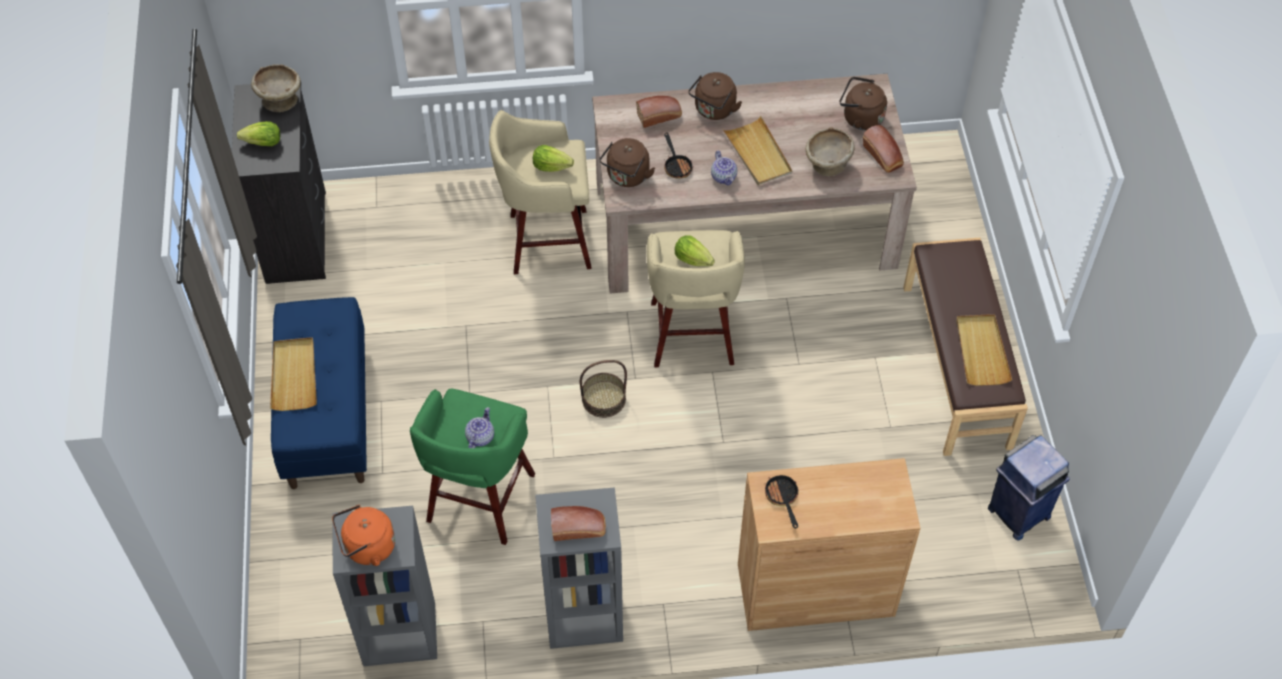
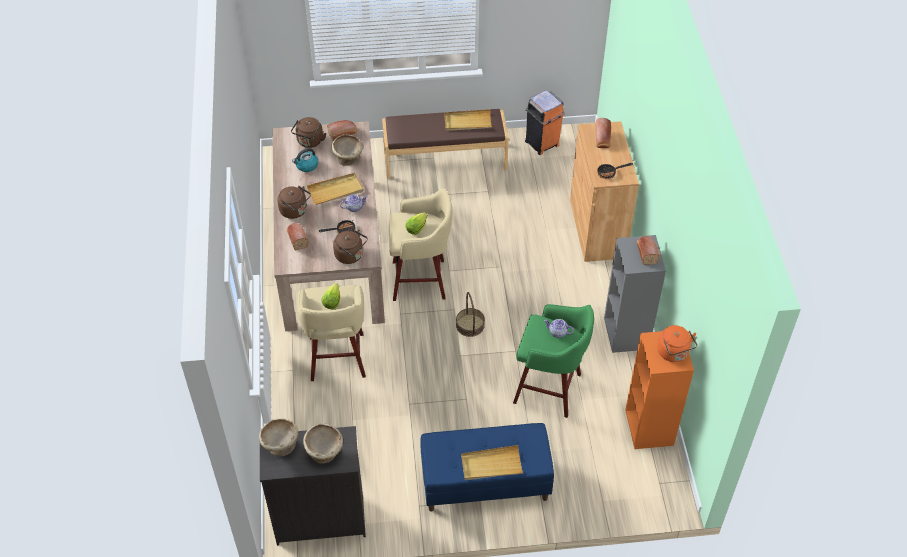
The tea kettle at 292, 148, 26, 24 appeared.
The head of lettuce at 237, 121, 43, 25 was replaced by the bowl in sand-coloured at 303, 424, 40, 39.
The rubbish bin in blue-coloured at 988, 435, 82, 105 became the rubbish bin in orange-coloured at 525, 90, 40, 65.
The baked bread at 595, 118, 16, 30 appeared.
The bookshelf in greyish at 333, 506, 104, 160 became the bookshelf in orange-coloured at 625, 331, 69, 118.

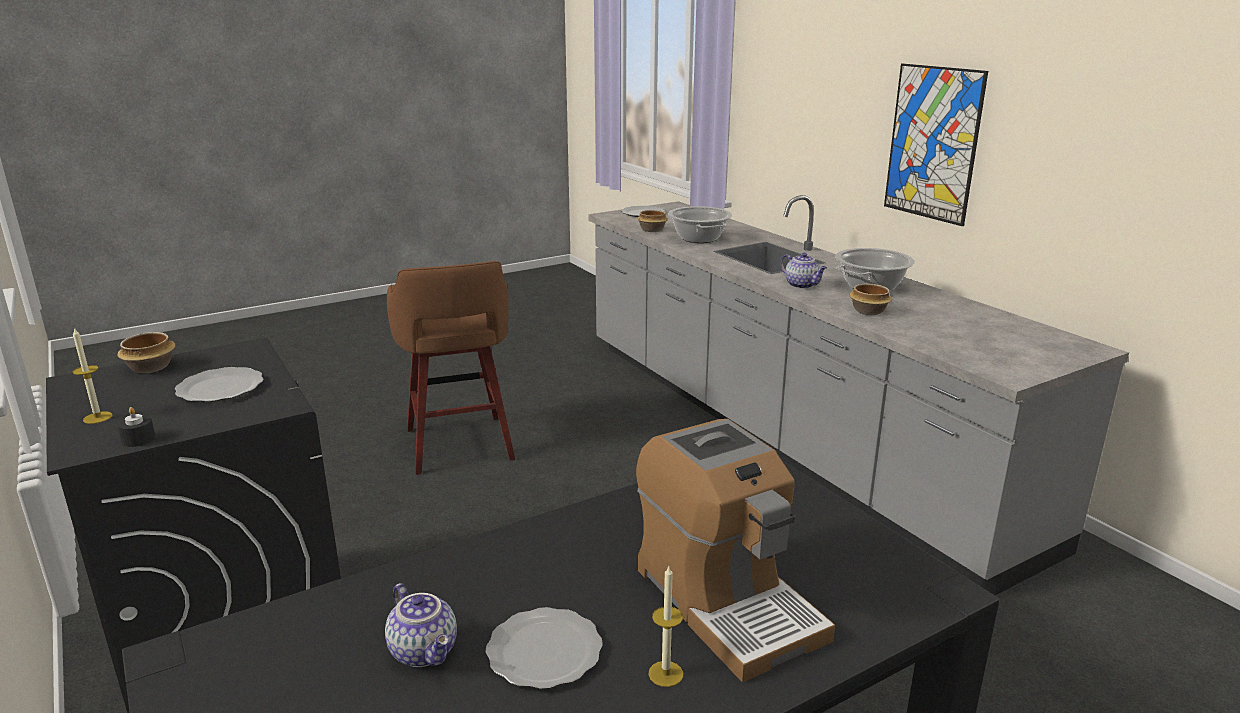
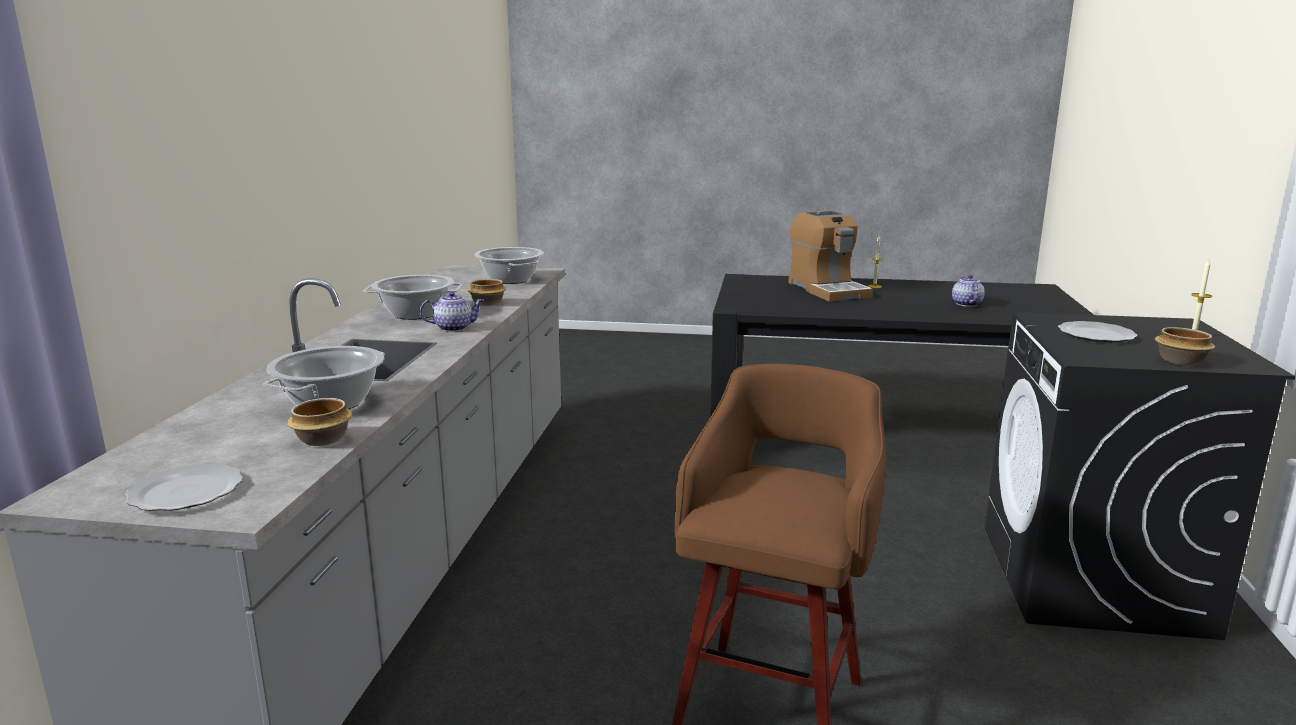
The tea pot at 780, 253, 47, 36 turned 75 degrees clockwise.
The saucepot at 474, 247, 70, 37 appeared.
The coffee maker at 636, 419, 199, 263 turned 150 degrees clockwise.
The candle in blackish at 117, 407, 39, 40 disappeared.
The dinner plate at 486, 607, 117, 82 disappeared.
The wall art at 884, 63, 104, 163 disappeared.

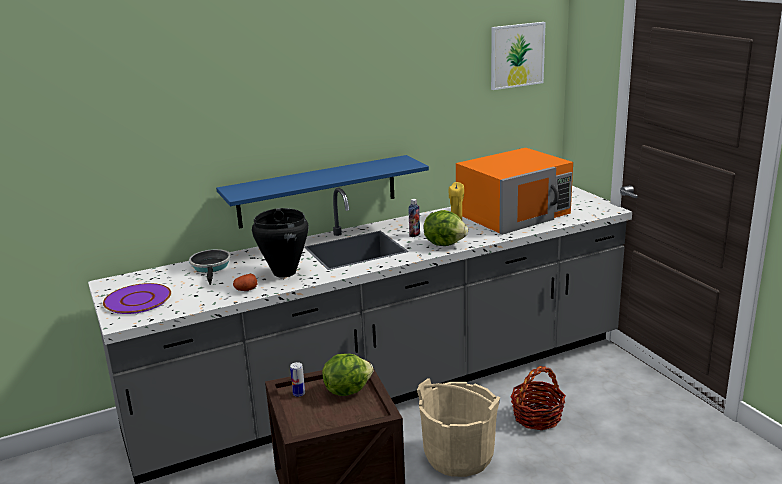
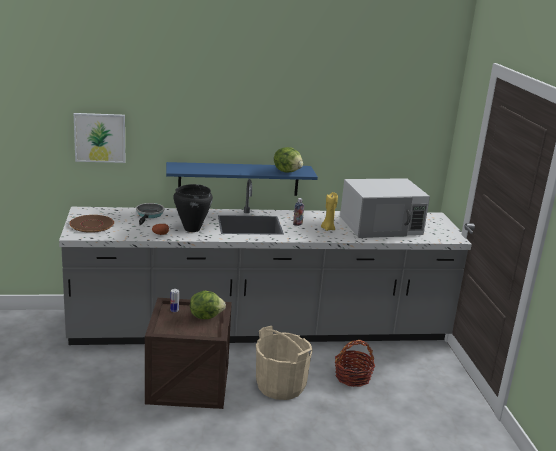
The dinner plate in purplish at 103, 283, 68, 31 became the dinner plate in brown-coloured at 69, 215, 45, 18.
The wall art moved from 491, 22, 55, 68 to 74, 113, 51, 50.
The head of lettuce moved from 424, 210, 44, 36 to 274, 147, 29, 26.
The kitchen microwave in orange-coloured at 456, 148, 117, 87 became the kitchen microwave in white at 340, 178, 90, 60.

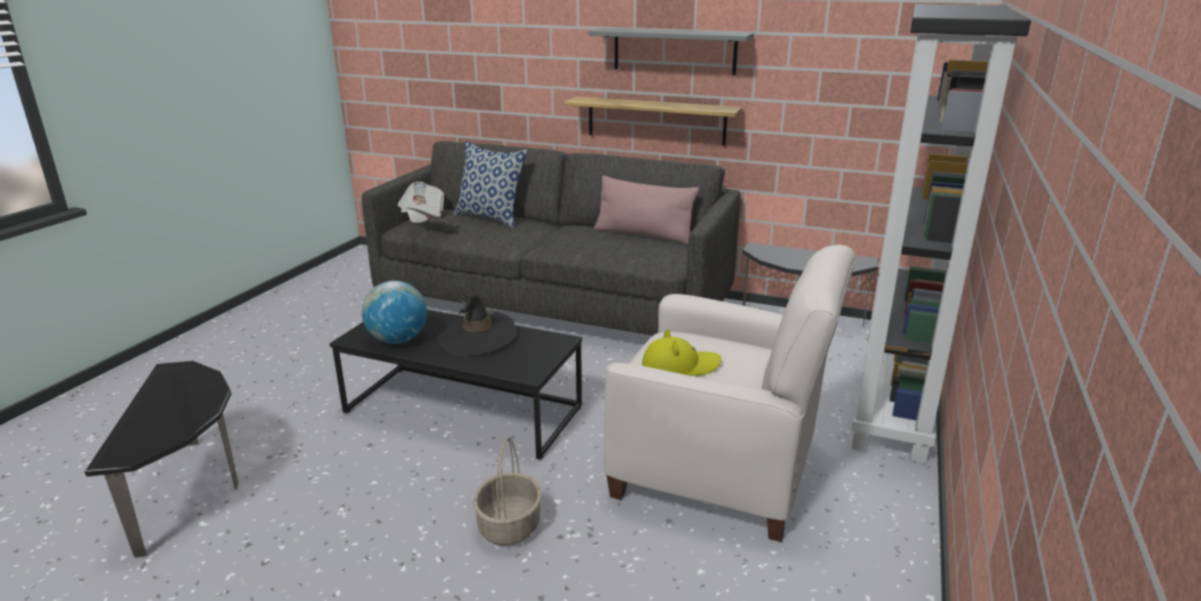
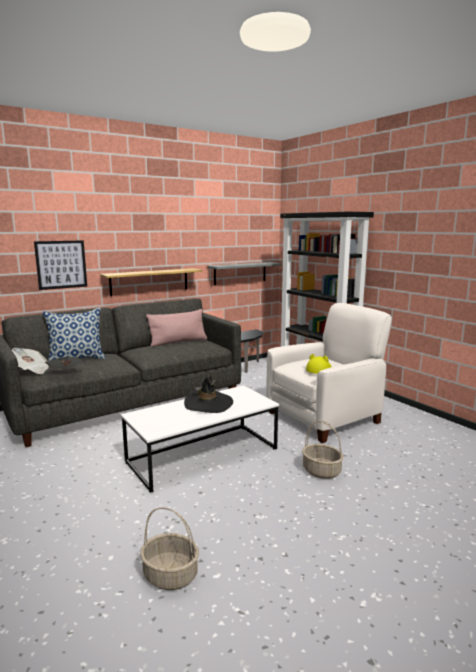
The wall art at 34, 240, 53, 50 appeared.
The coffee table in blackish at 330, 310, 252, 150 became the coffee table in white at 121, 385, 158, 107.
The end table at 85, 361, 154, 197 was replaced by the basket at 140, 507, 59, 83.
The wall shelf in greyish moved from 588, 28, 166, 47 to 207, 262, 74, 23.
The world globe at 362, 281, 65, 63 disappeared.

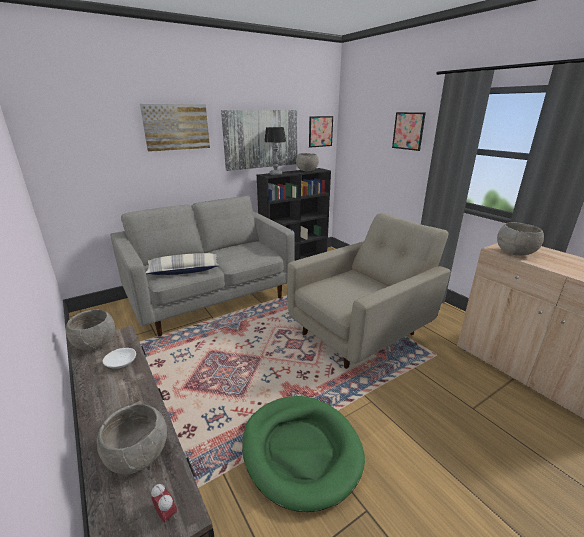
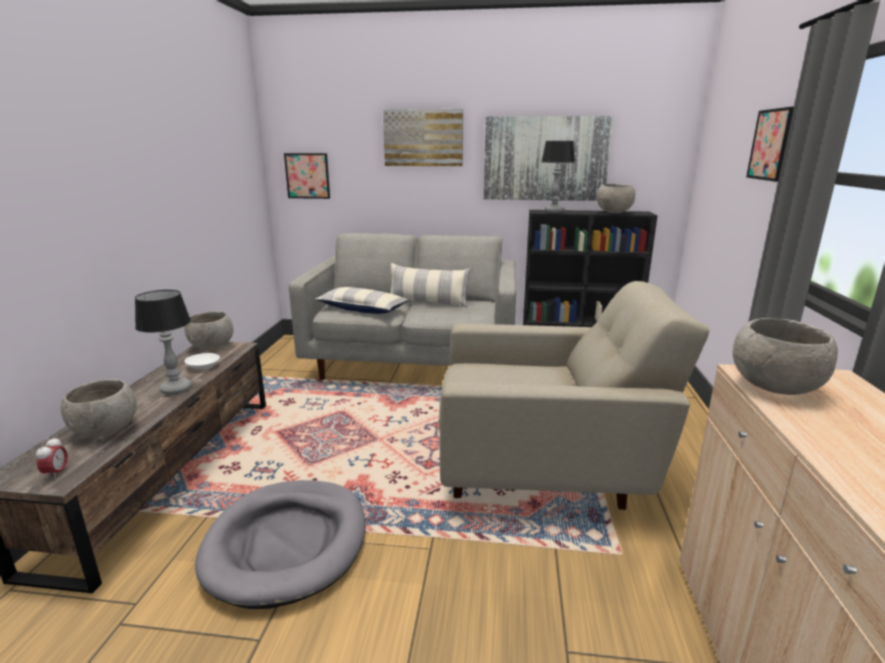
The table lamp at 135, 290, 57, 105 appeared.
The dog bed in green at 242, 396, 123, 116 became the dog bed in greyish at 195, 480, 171, 129.
The wall art moved from 309, 116, 24, 32 to 284, 153, 46, 46.
The throw pillow at 390, 263, 80, 44 appeared.

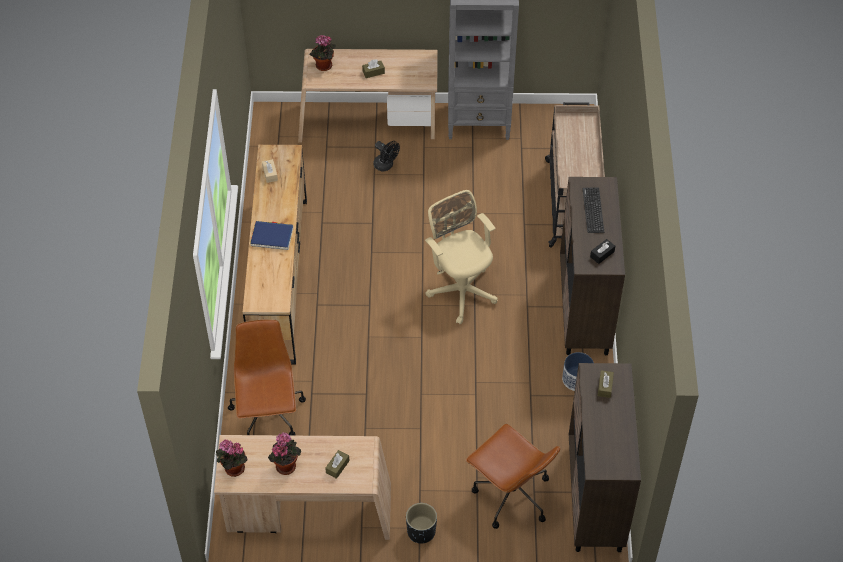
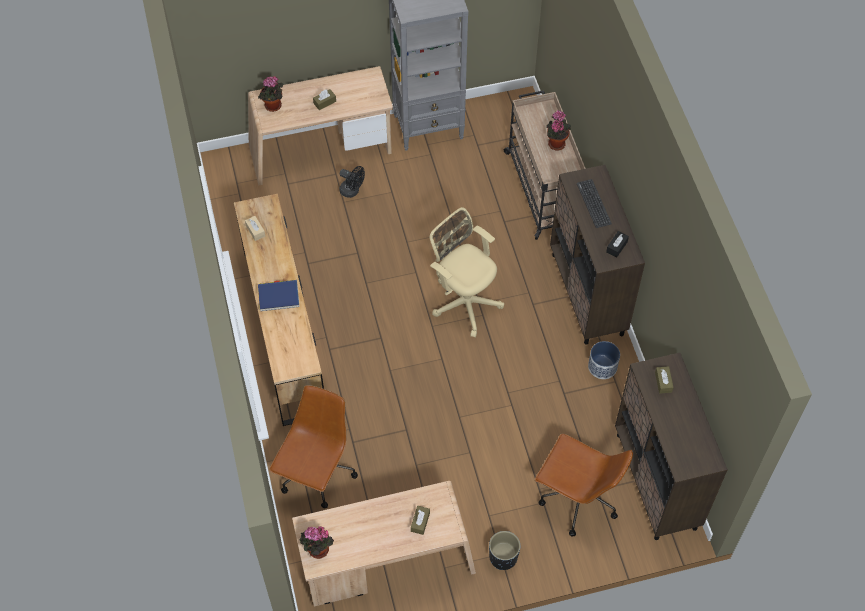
The office chair in brown-coloured at 228, 319, 78, 117 turned 45 degrees clockwise.
The houseplant moved from 268, 432, 33, 43 to 546, 110, 25, 41.

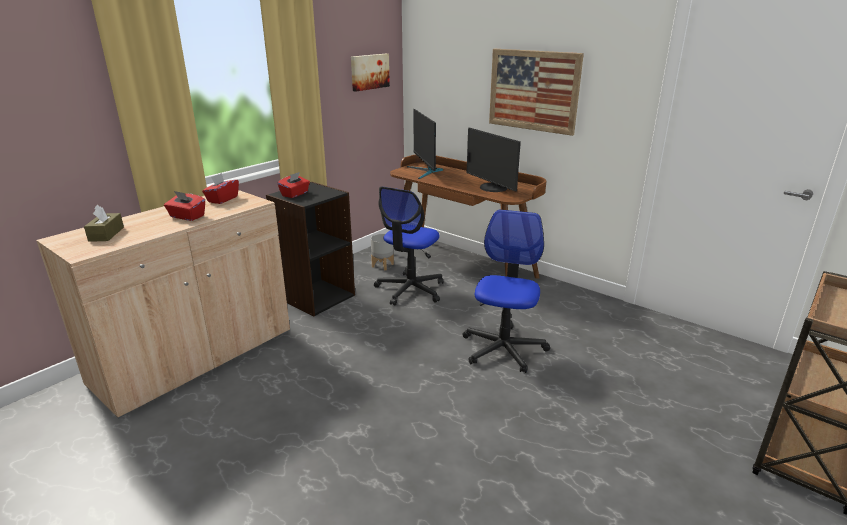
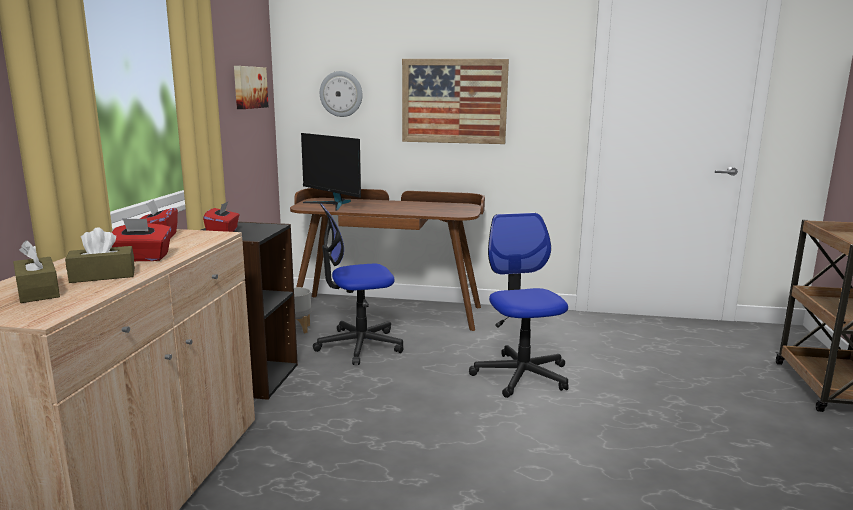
The box of tissues in brown-coloured at 65, 227, 70, 56 appeared.
The office chair at 374, 186, 70, 119 turned 75 degrees clockwise.
The hanging clock at 320, 71, 42, 46 appeared.
The monitor at 467, 128, 54, 64 disappeared.

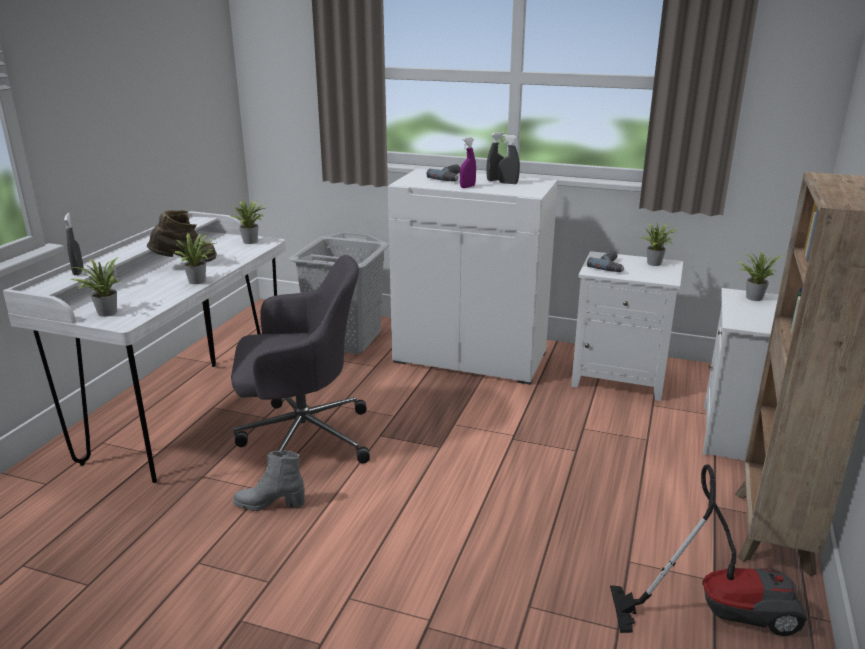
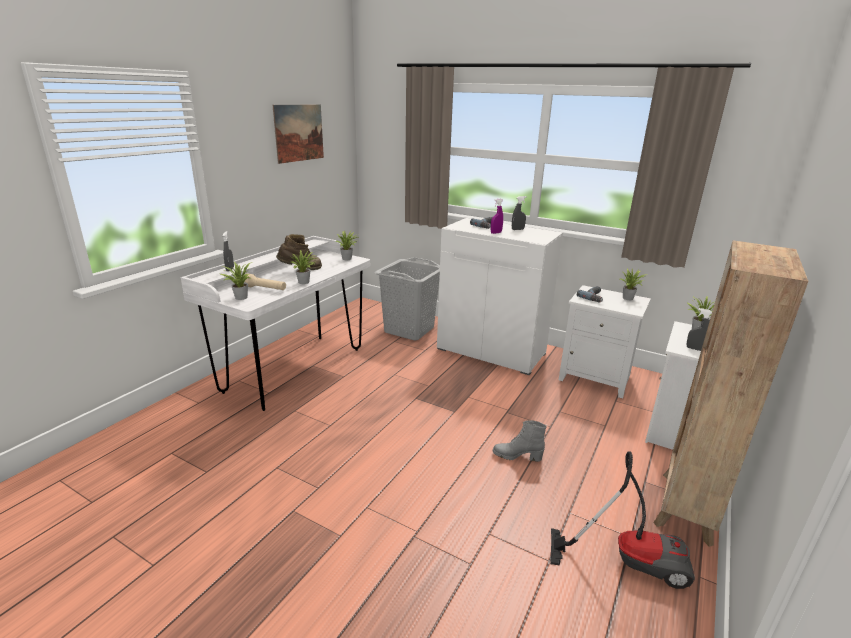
The flashlight in sand-coloured at 244, 273, 42, 17 appeared.
The wall art at 273, 105, 51, 59 appeared.
The boot in greyish moved from 233, 450, 72, 61 to 493, 420, 54, 42.
The spray bottle in greyish moved from 499, 134, 21, 50 to 687, 308, 25, 43.
The office chair in greyish at 231, 255, 139, 208 disappeared.

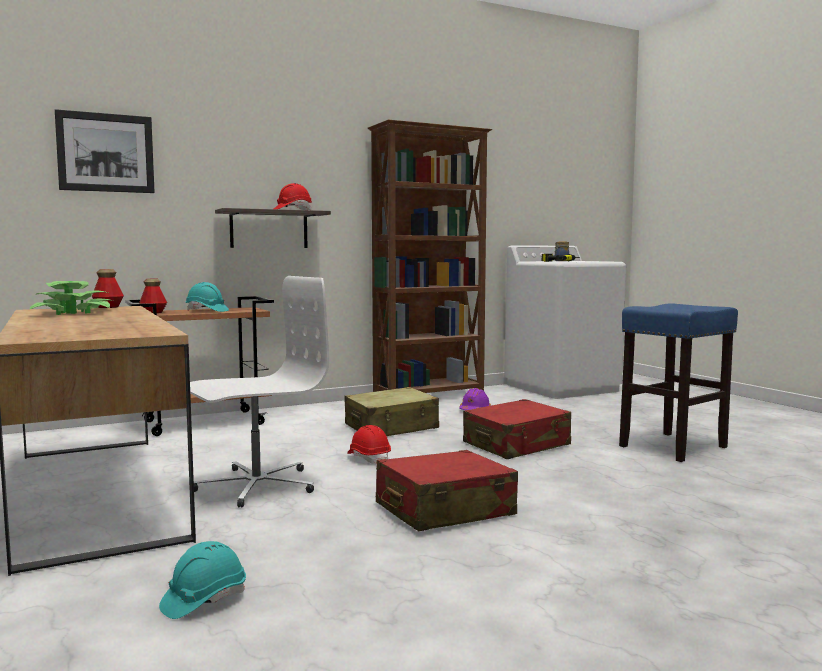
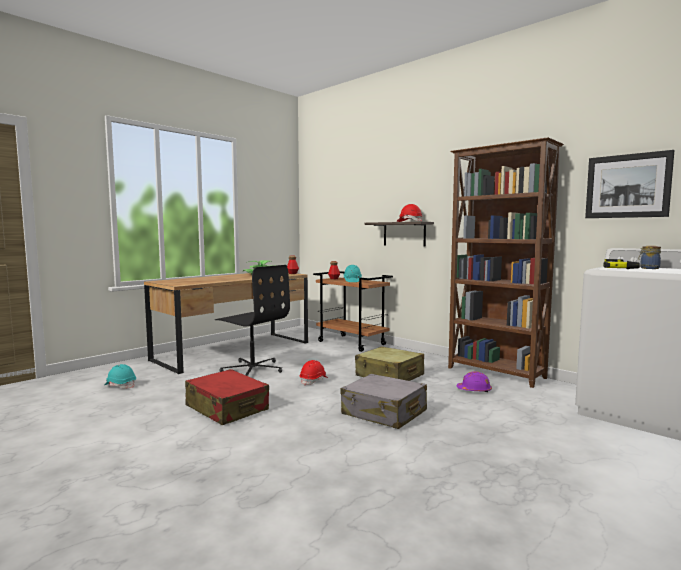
The office chair in white at 190, 276, 139, 232 became the office chair in blackish at 215, 265, 75, 111.
The travel case in red-coloured at 463, 399, 108, 60 became the travel case in greyish at 341, 374, 86, 55.
The wall art moved from 55, 109, 100, 84 to 585, 150, 90, 68.
The stool seat in blue-coloured at 619, 303, 119, 159 disappeared.

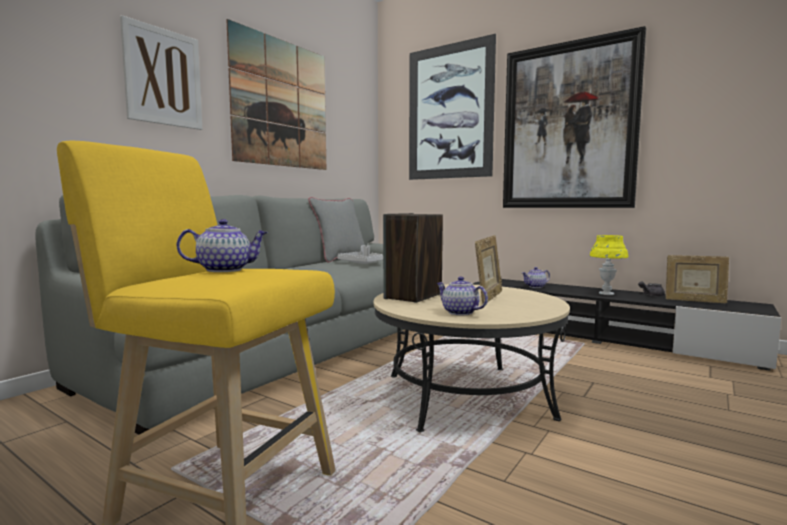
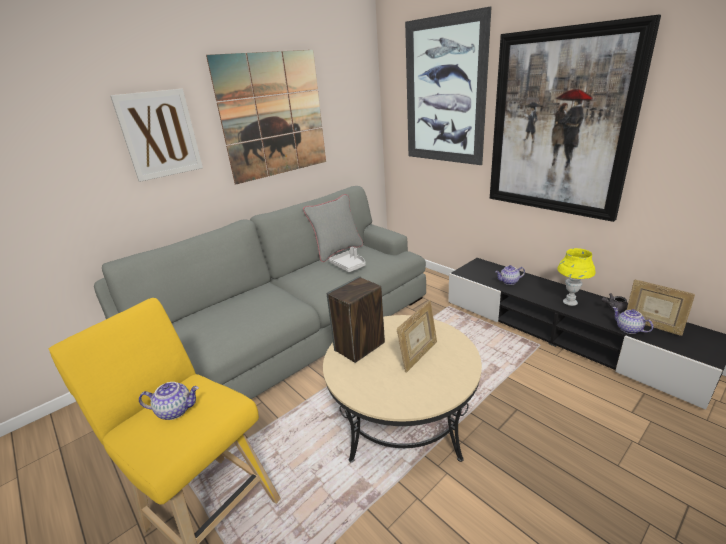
The tea pot moved from 437, 277, 51, 38 to 612, 307, 41, 27.

